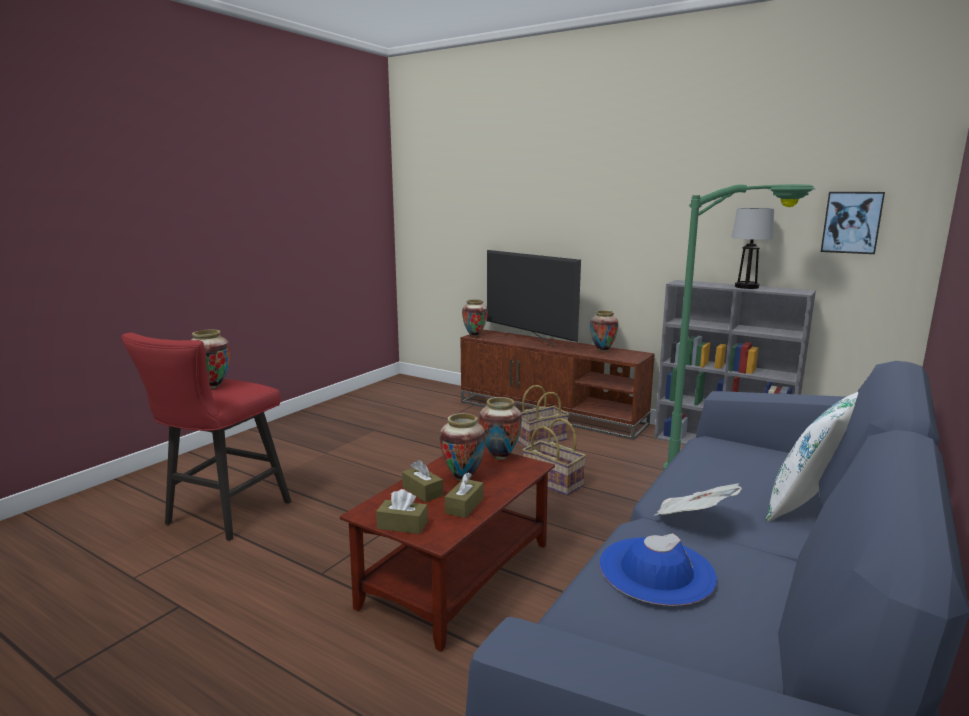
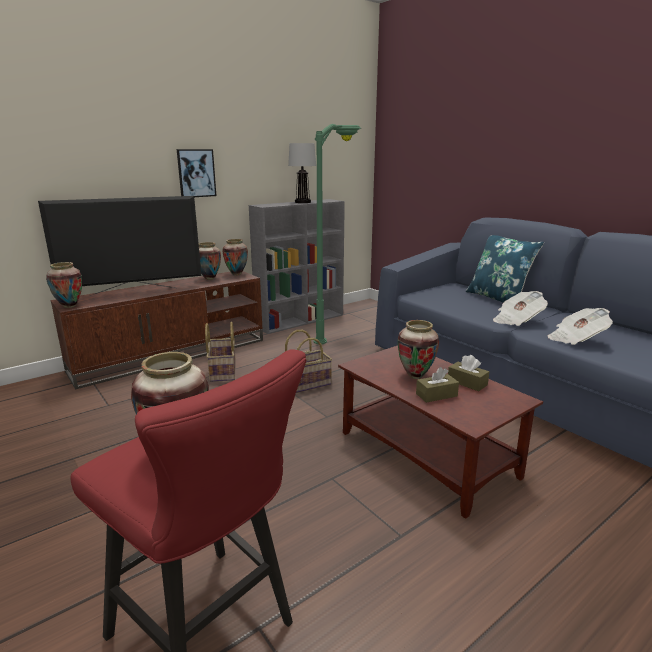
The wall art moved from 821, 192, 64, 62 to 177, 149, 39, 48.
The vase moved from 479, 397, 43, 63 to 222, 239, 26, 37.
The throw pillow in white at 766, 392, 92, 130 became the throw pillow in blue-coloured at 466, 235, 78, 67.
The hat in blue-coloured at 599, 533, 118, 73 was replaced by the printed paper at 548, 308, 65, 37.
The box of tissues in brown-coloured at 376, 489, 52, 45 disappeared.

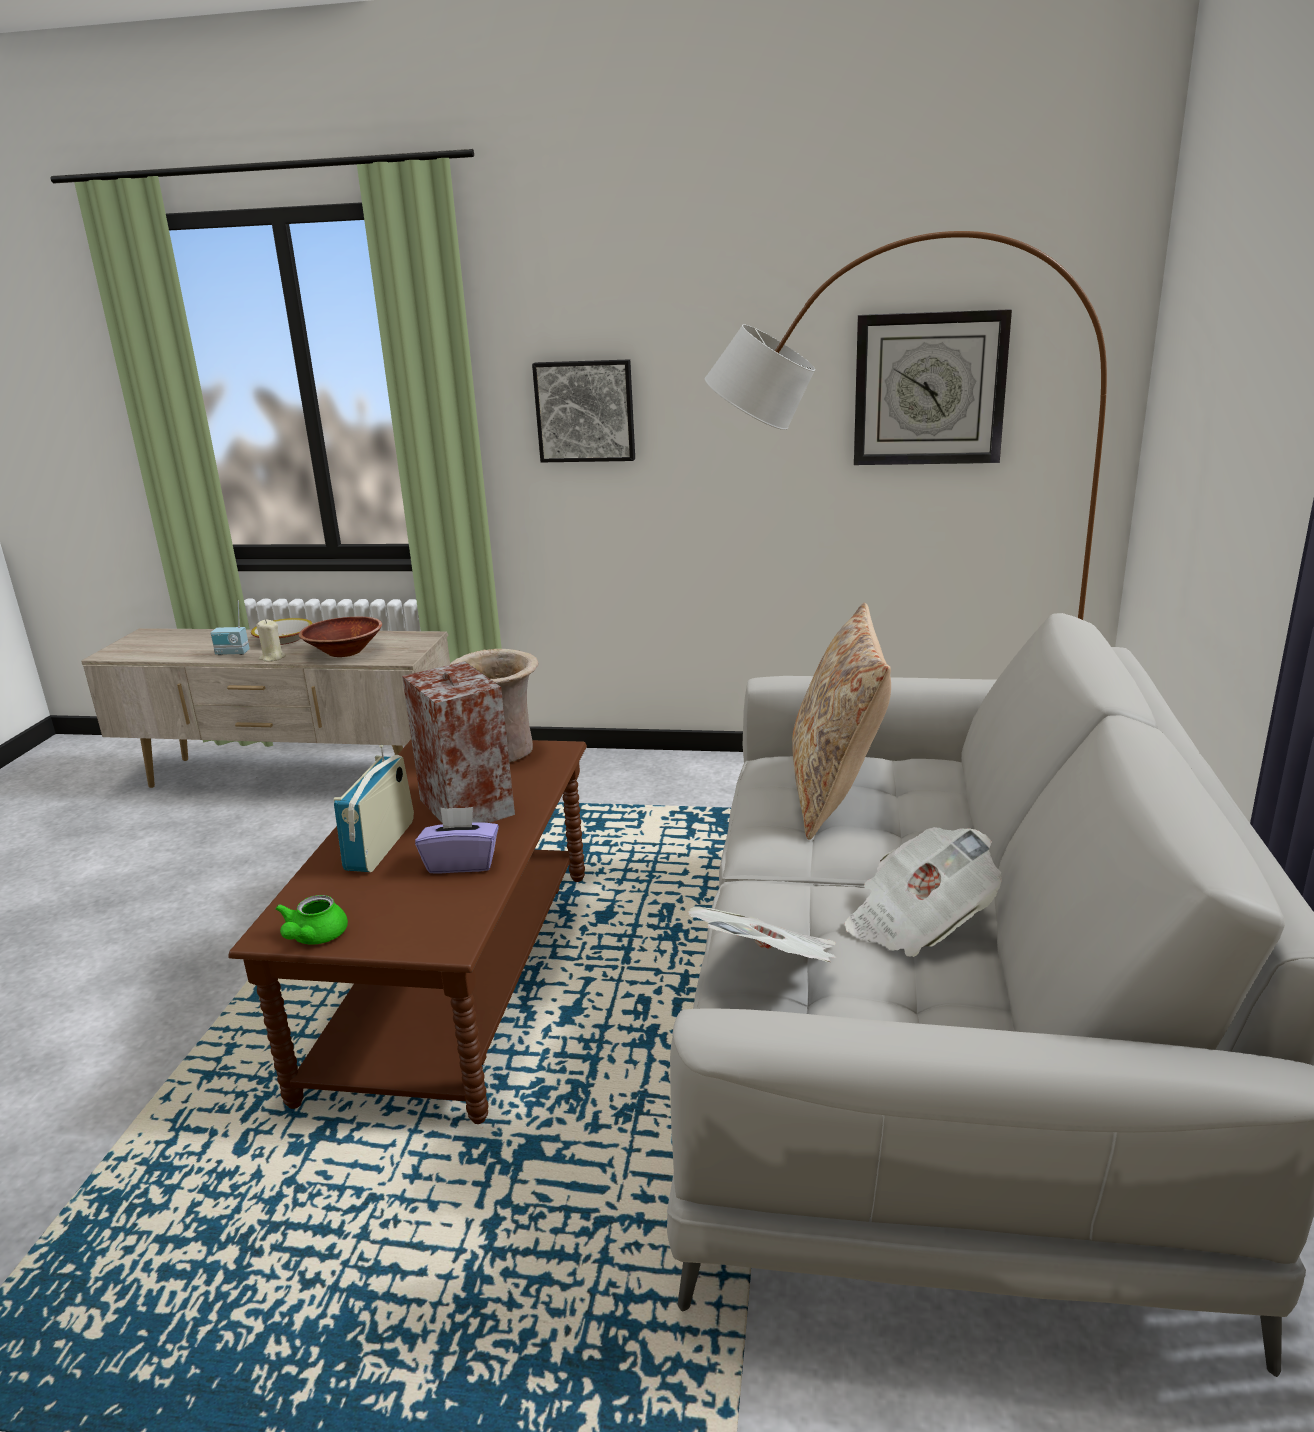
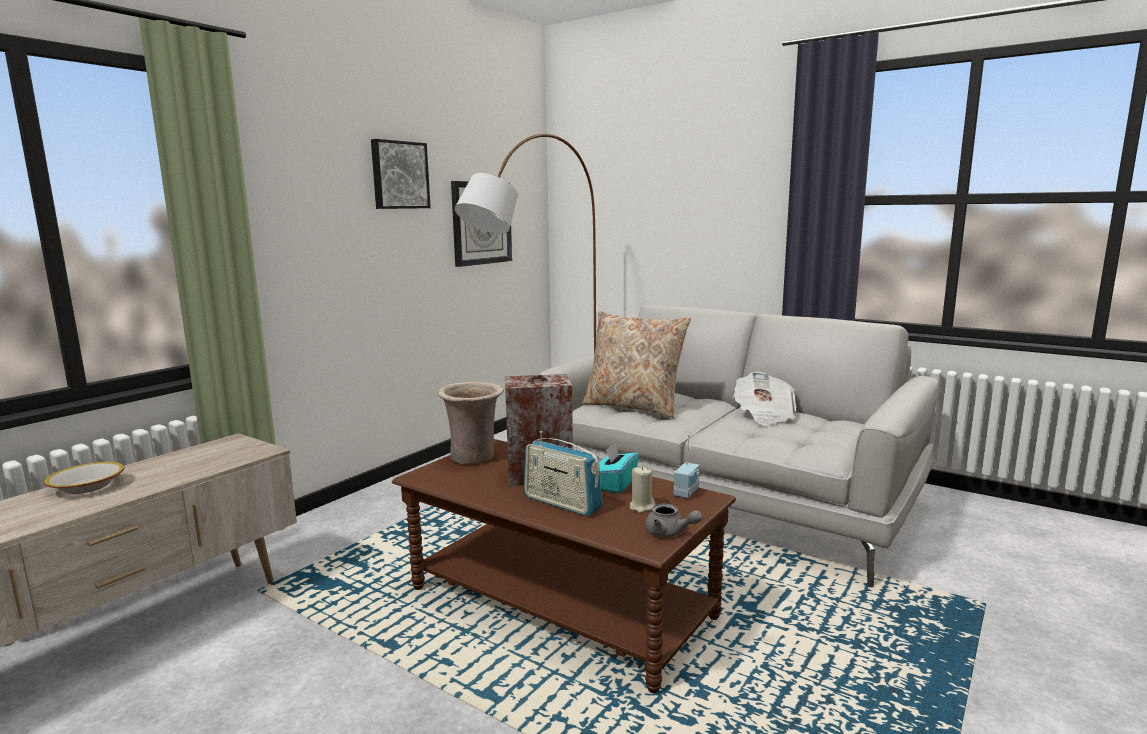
The wall art moved from 532, 359, 103, 103 to 371, 139, 60, 70.
The box of tissues in purplish at 415, 807, 84, 67 became the box of tissues in blue-green at 599, 443, 40, 50.
The candle in sand-coloured moved from 257, 619, 29, 43 to 630, 466, 25, 47.
The tea pot in green at 275, 895, 73, 49 became the tea pot in greyish at 645, 504, 57, 33.
The radio moved from 210, 600, 40, 55 to 674, 435, 26, 63.
The bowl in brown-coloured at 299, 617, 83, 40 disappeared.
The printed paper at 688, 906, 148, 56 disappeared.

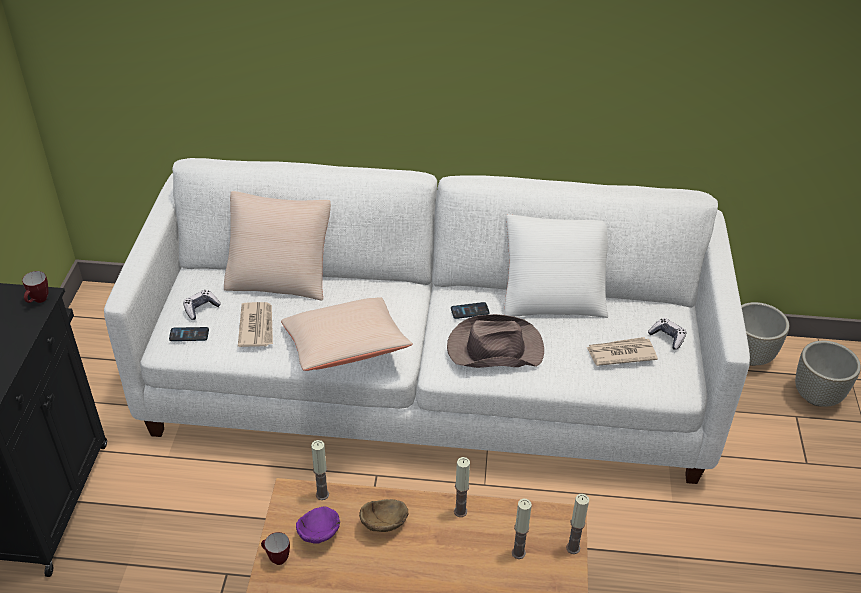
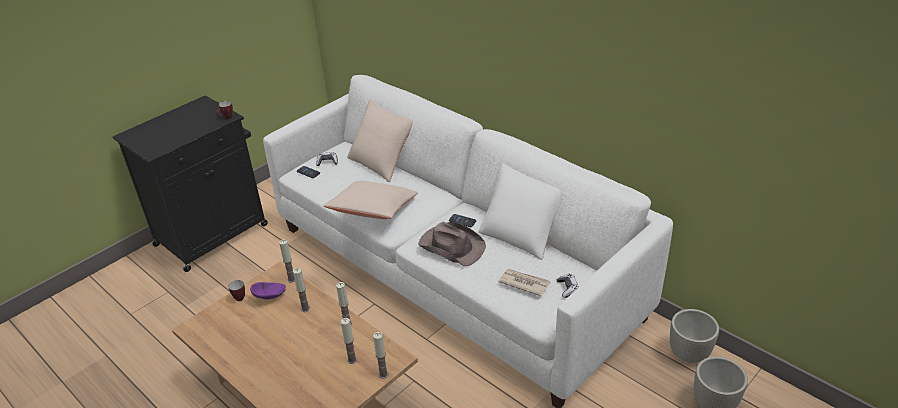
The bowl in brown-coloured at 359, 499, 50, 33 was replaced by the candle at 293, 268, 17, 44.
The printed paper at 238, 302, 35, 45 disappeared.

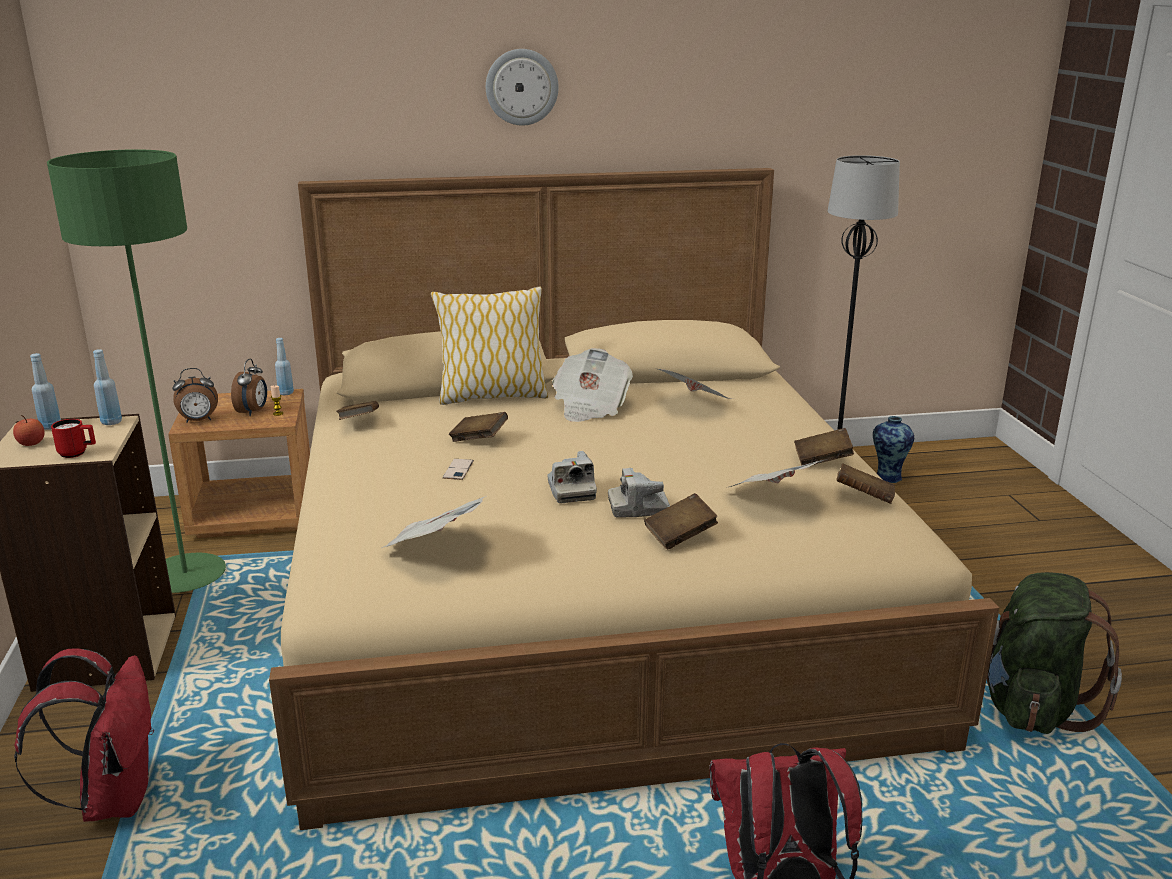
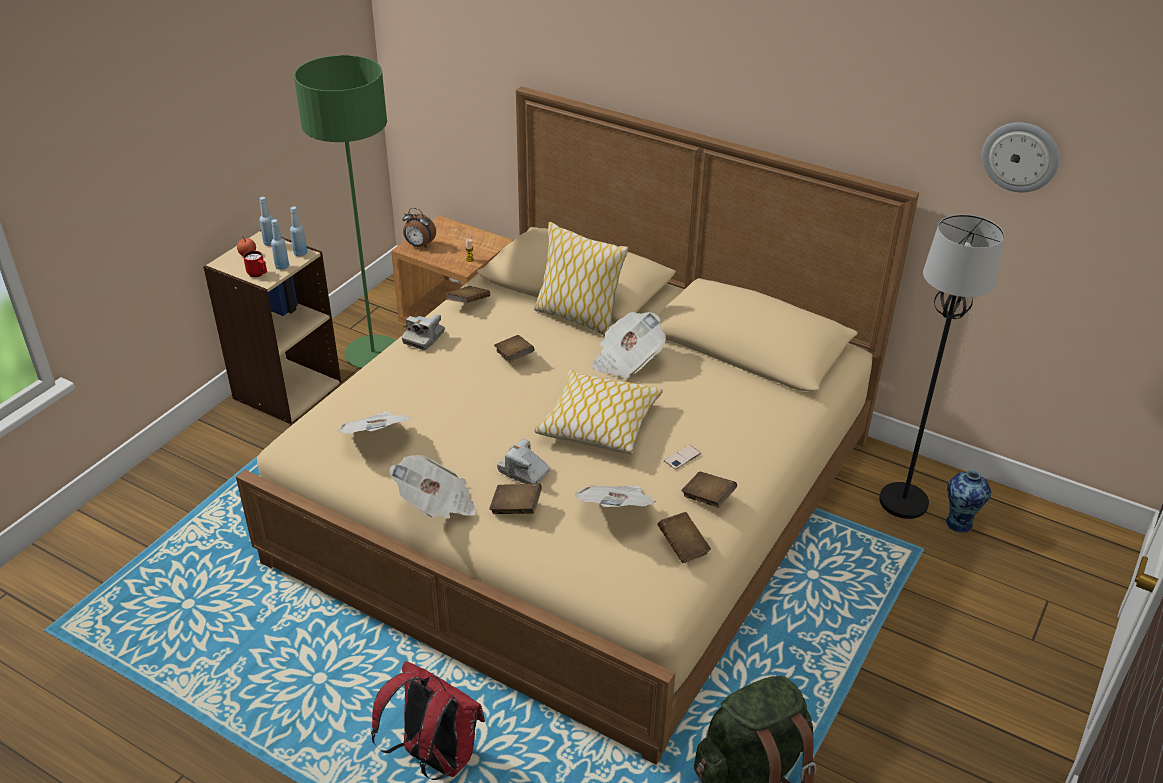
The drink bottle in blue-coloured moved from 275, 338, 19, 57 to 271, 219, 18, 51.
The printed paper moved from 658, 369, 75, 30 to 389, 455, 88, 64.
The still camera moved from 548, 451, 49, 52 to 402, 314, 43, 36.
The throw pillow at 534, 370, 129, 84 appeared.
The handset moved from 443, 459, 31, 21 to 664, 445, 37, 25.
The hanging clock moved from 486, 49, 73, 77 to 982, 122, 78, 70.
The rucksack in red-coloured at 14, 648, 140, 174 disappeared.
The table clock at 231, 358, 36, 58 disappeared.

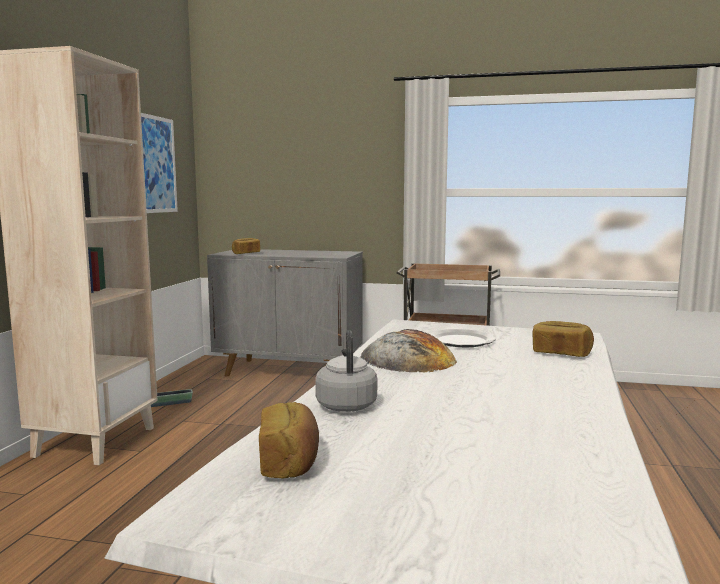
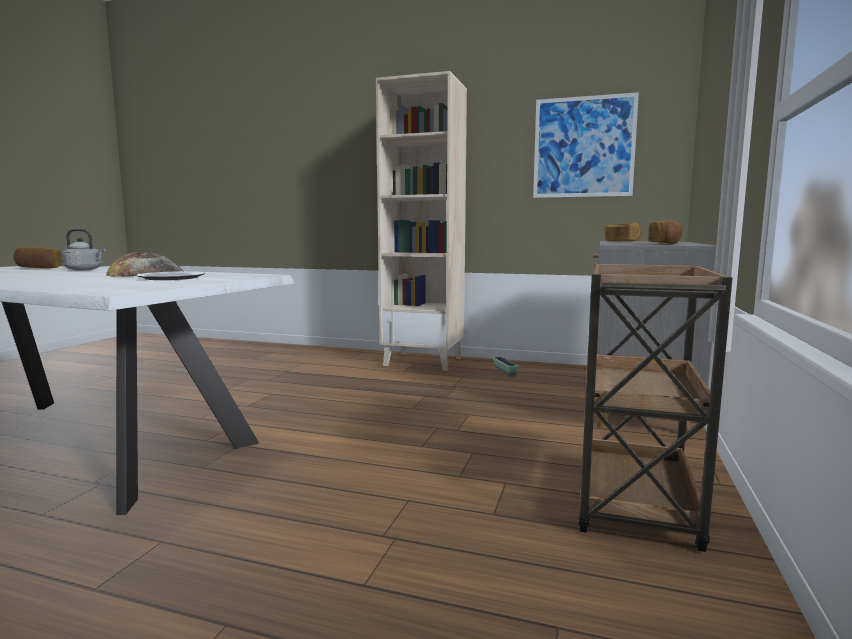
The baked bread moved from 533, 321, 61, 36 to 648, 220, 34, 24.

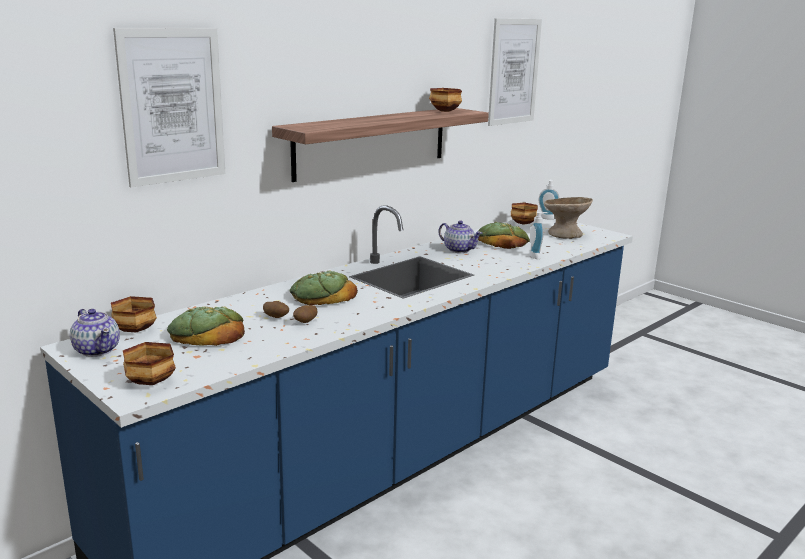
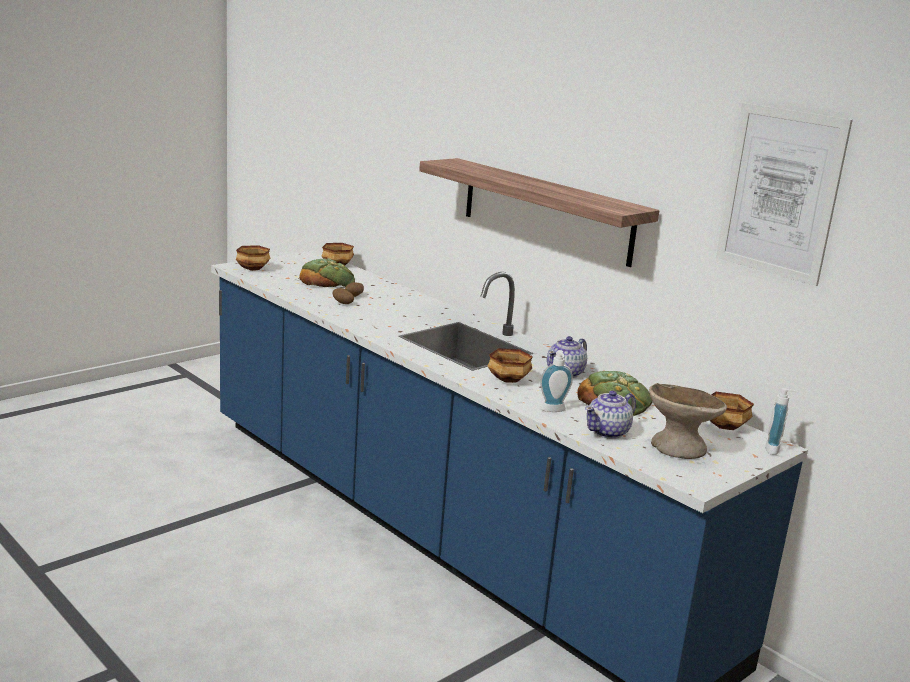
The bowl moved from 429, 88, 33, 24 to 488, 348, 45, 35.
The tea pot moved from 70, 309, 50, 48 to 585, 390, 51, 49.
The wall art at 113, 28, 112, 160 disappeared.
The baked bread at 290, 271, 68, 34 disappeared.

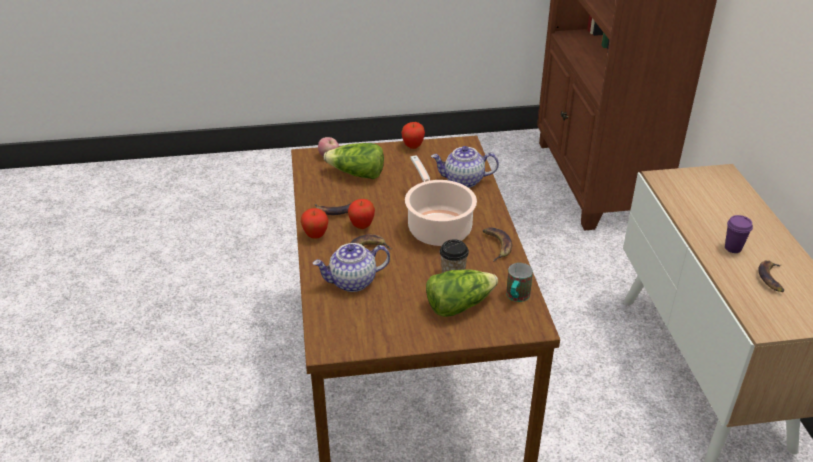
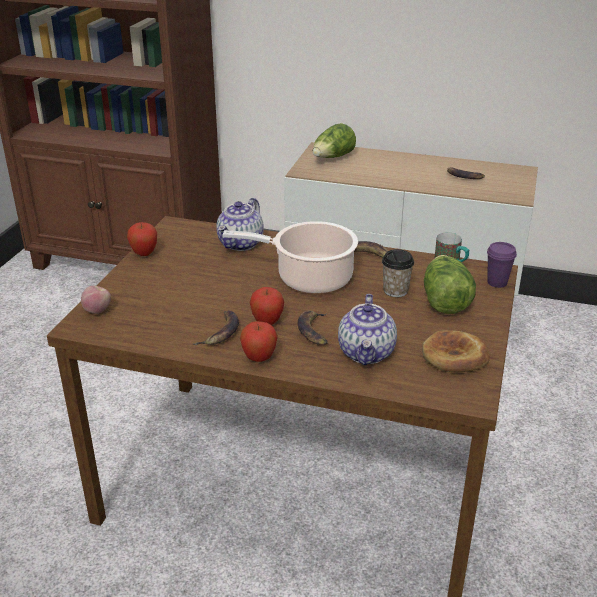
The head of lettuce moved from 324, 143, 60, 36 to 313, 123, 43, 35.
The baked bread at 422, 330, 68, 42 appeared.
The small cup in purplish moved from 725, 215, 28, 38 to 487, 242, 30, 46.

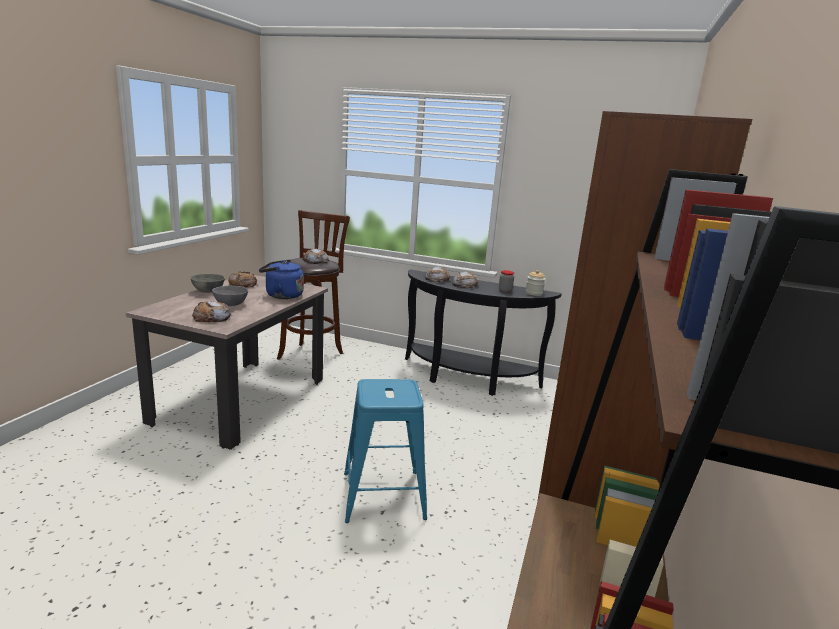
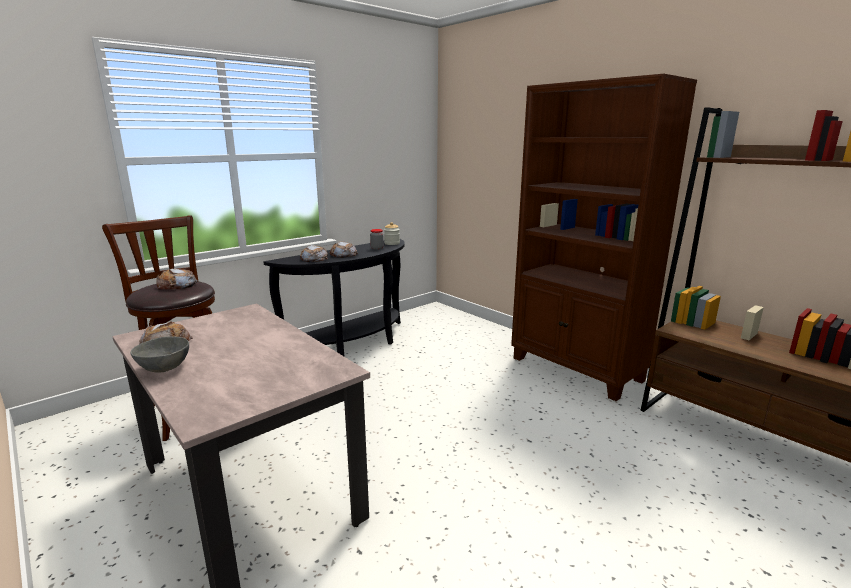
The baked bread at 192, 301, 39, 21 disappeared.
The bowl in greyish at 212, 286, 36, 20 disappeared.
The tea kettle in blue-coloured at 259, 260, 45, 39 disappeared.
The stool seat in blue-coloured at 344, 379, 83, 144 disappeared.

